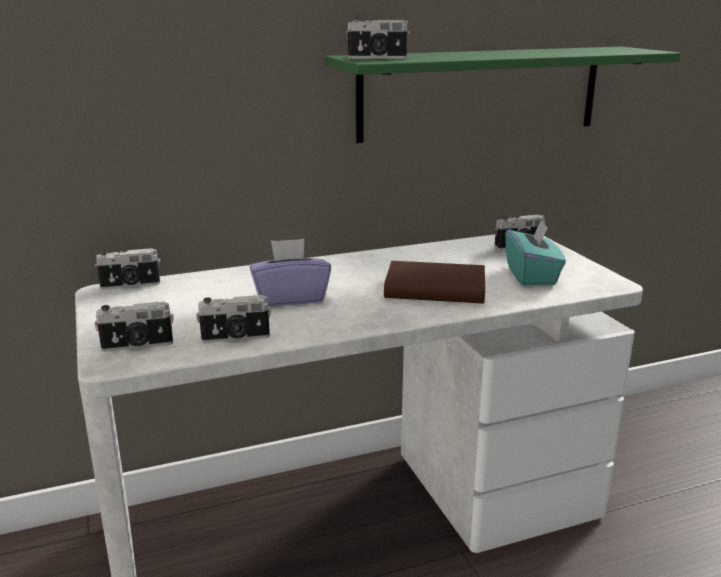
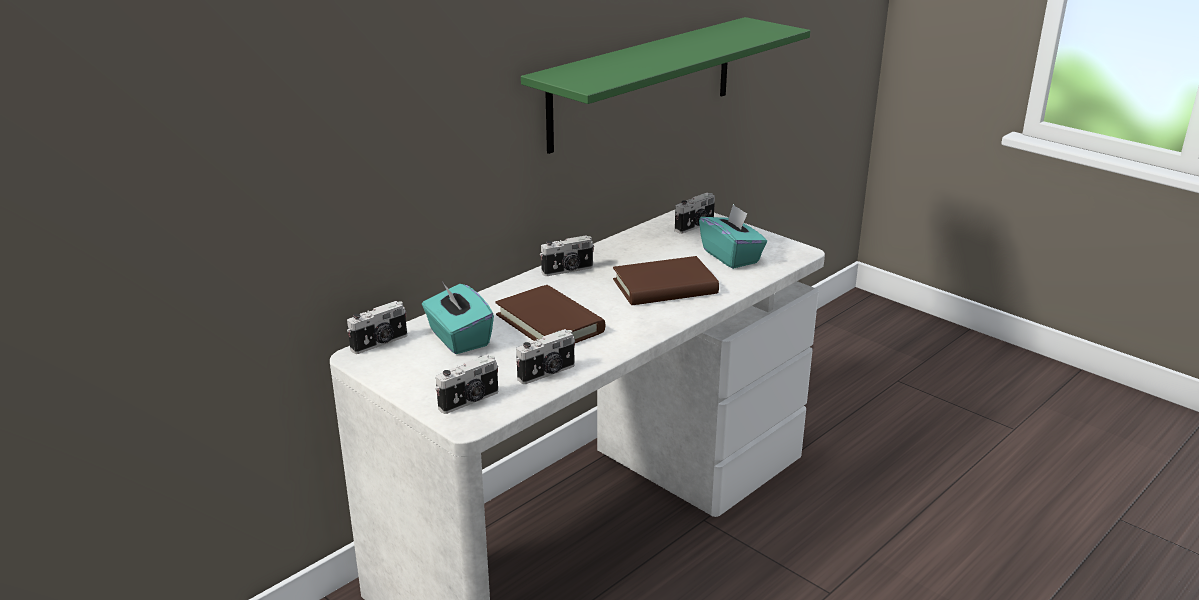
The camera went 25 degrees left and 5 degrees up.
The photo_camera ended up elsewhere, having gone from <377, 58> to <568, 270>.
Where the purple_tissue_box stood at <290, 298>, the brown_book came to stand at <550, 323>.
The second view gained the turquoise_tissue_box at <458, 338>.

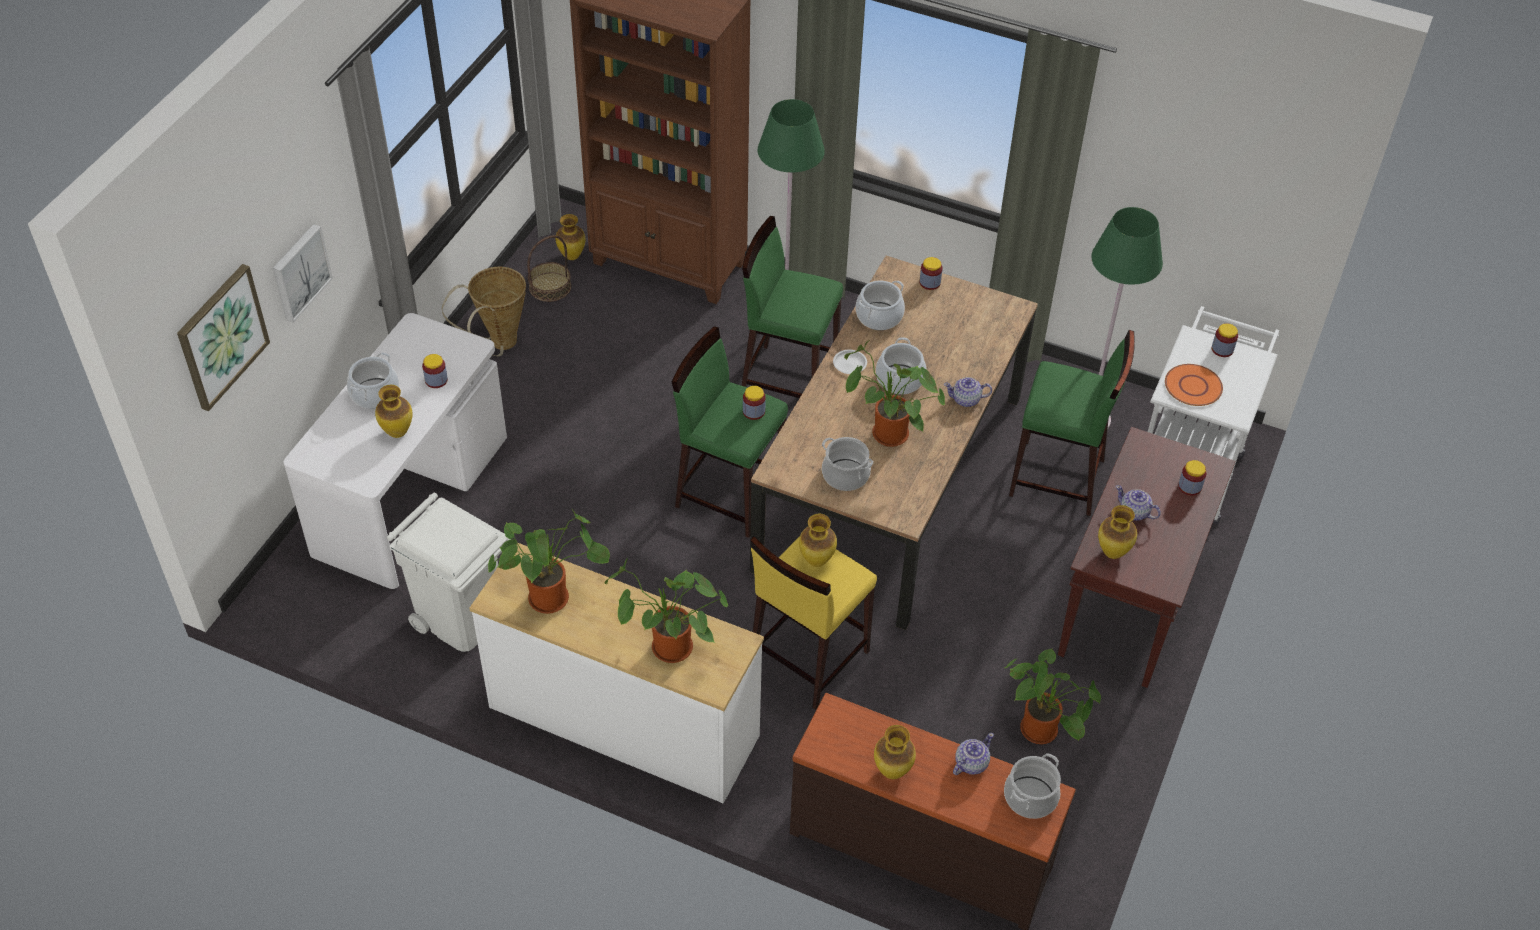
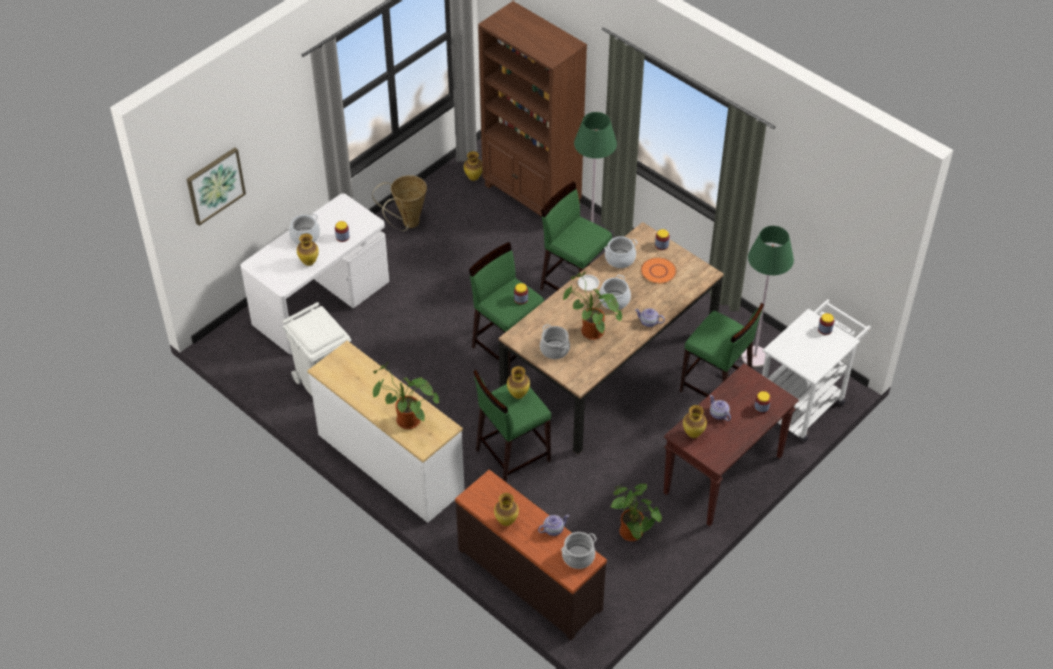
The camera went 20 degrees right and 0 degrees up.
The second view lost the picture at <299, 272>.
The second view lost the basket at <550, 287>.
The orange_plate ended up elsewhere, having gone from <1192, 386> to <658, 271>.
The second view lost the potted_plant at <553, 597>.
What was the yellow_stool at <807, 658> turned into the green_stool at <512, 455>.

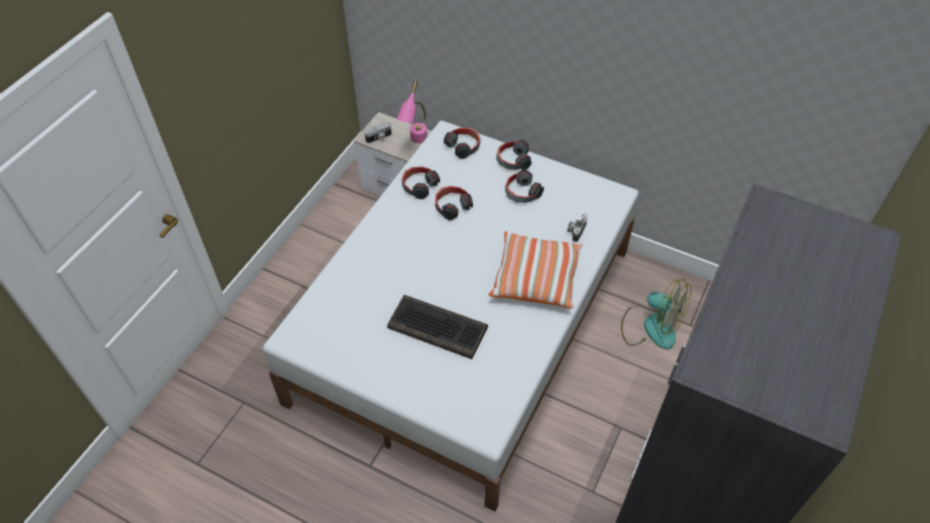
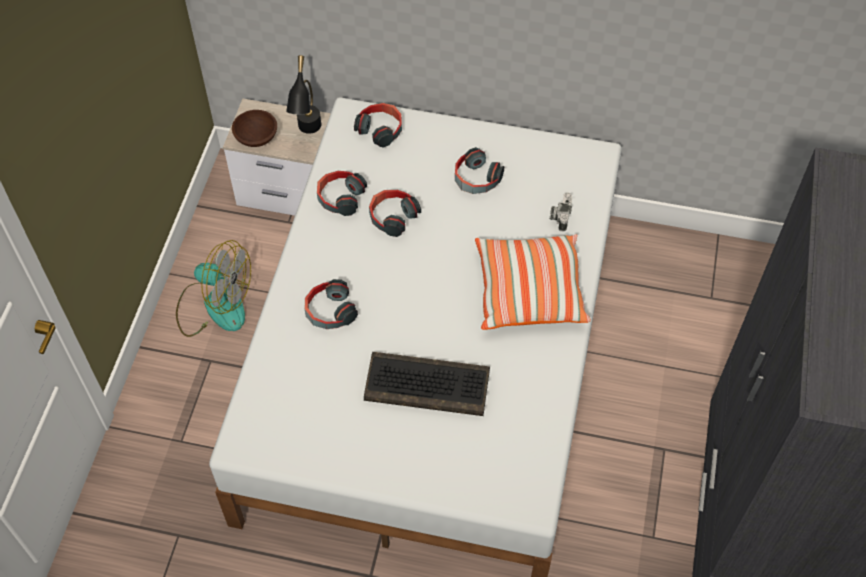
The camera went 15 degrees left and 5 degrees up.
What was the pink_table_lamp at <415, 143> turned into the black_table_lamp at <308, 133>.
Where the photo_camera stood at <379, 138>, the brown_bowl came to stand at <256, 136>.
The headphones ended up elsewhere, having gone from <512, 161> to <329, 311>.
The fan ended up elsewhere, having gone from <651, 326> to <214, 306>.

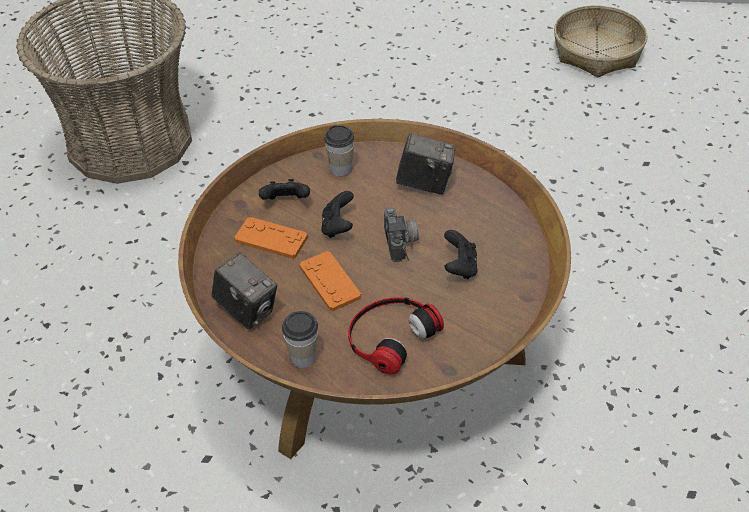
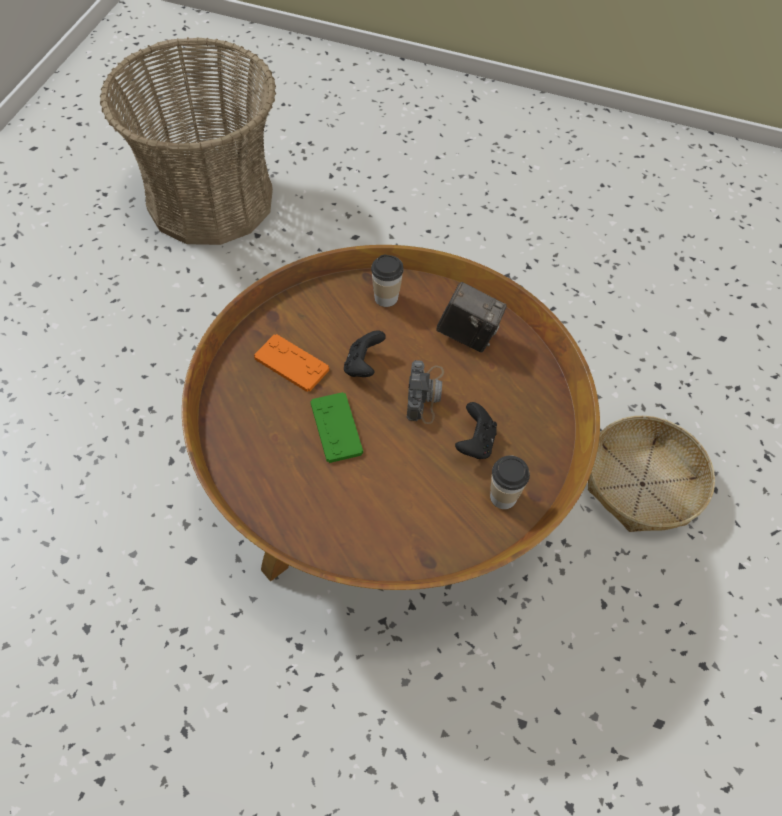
The camera went 10 degrees right and 10 degrees up.
The basket ended up elsewhere, having gone from <596, 52> to <641, 484>.
The second view lost the black_game_controller at <286, 202>.
What was the orange_game_controller at <330, 282> turned into the green_game_controller at <336, 428>.
The second view lost the photo_camera at <247, 309>.
The second view lost the headphones at <390, 335>.
The cup ended up elsewhere, having gone from <303, 357> to <503, 496>.

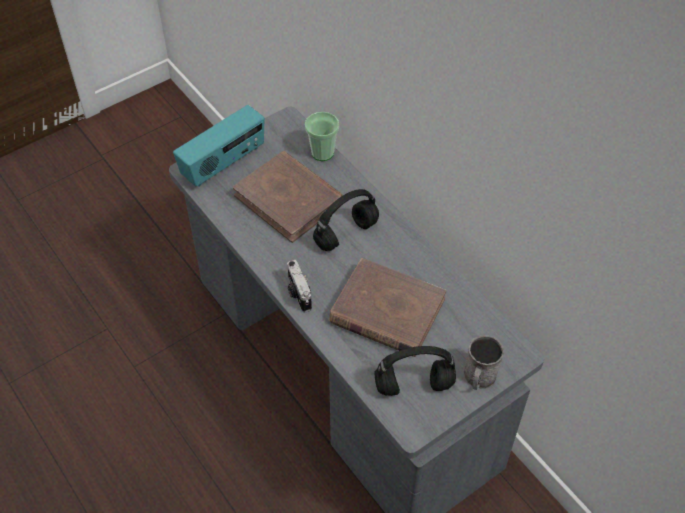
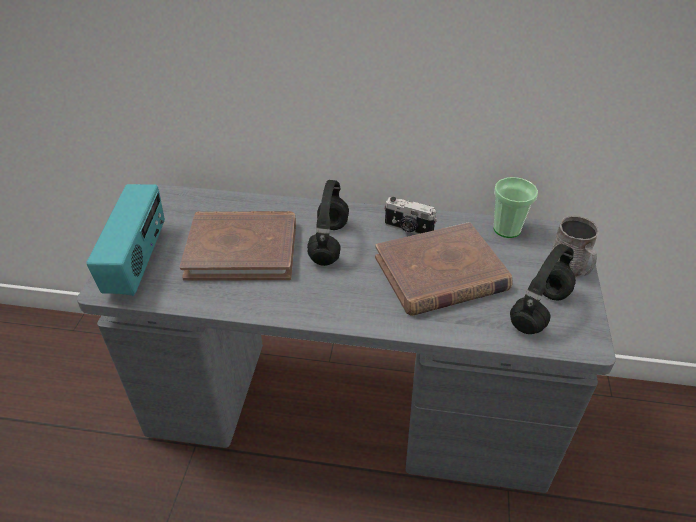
The camera went 45 degrees left and 10 degrees down.
The cup ended up elsewhere, having gone from <322, 153> to <507, 229>.
The photo_camera ended up elsewhere, having gone from <298, 294> to <408, 229>.

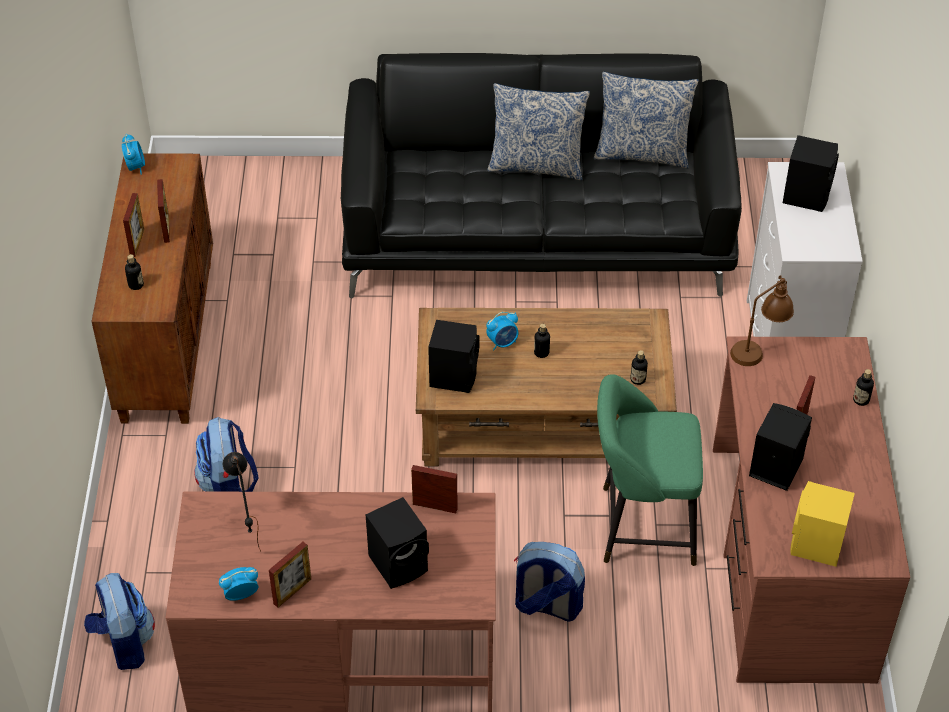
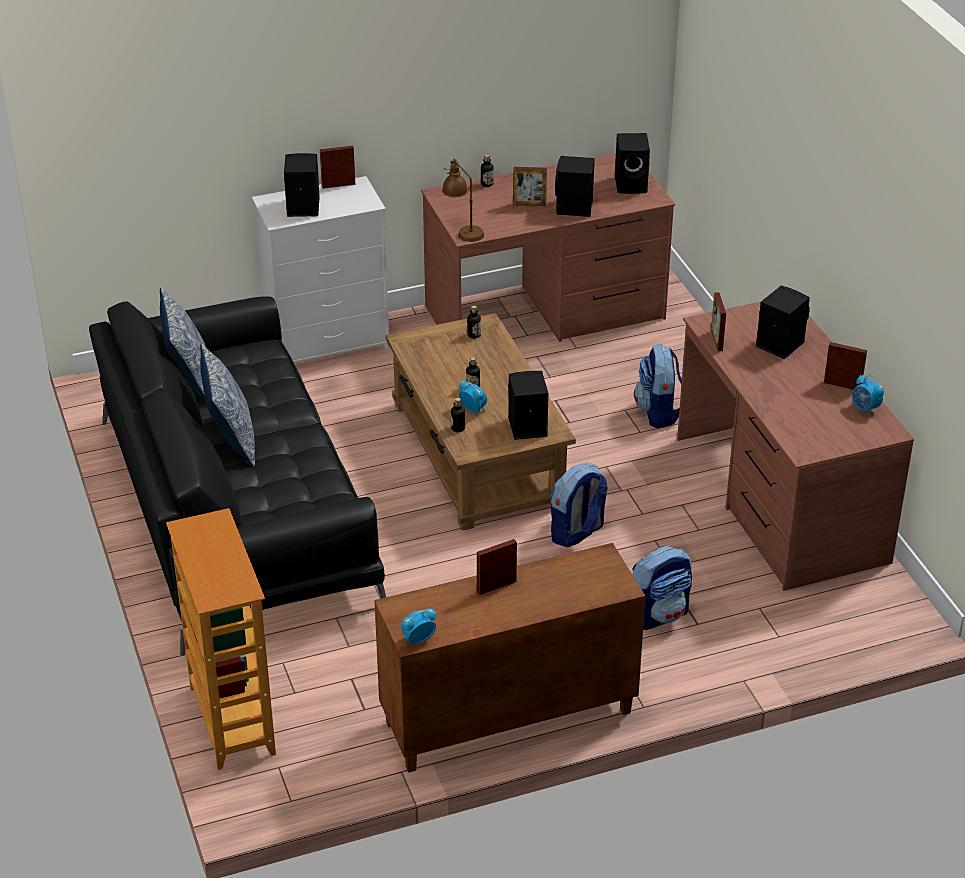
The camera went 110 degrees left and 10 degrees down.
The picture_frame ended up elsewhere, having gone from <137, 242> to <338, 185>.
The bottle ended up elsewhere, having gone from <136, 285> to <458, 428>.
The second view lost the green_stool at <641, 525>.
The second view lost the black_table_lamp at <247, 533>.
What was the yellow_speaker at <816, 546> turned into the black_speaker at <632, 184>.
The backpack ended up elsewhere, having gone from <124, 643> to <577, 533>.
The second view gained the bookcase at <230, 721>.

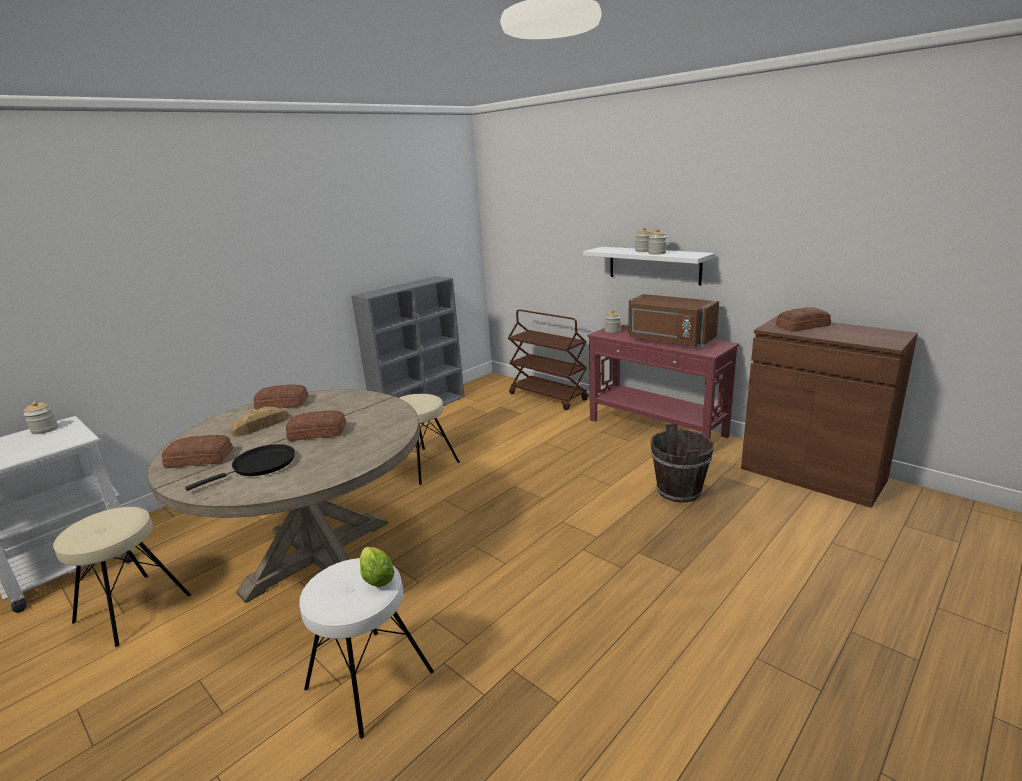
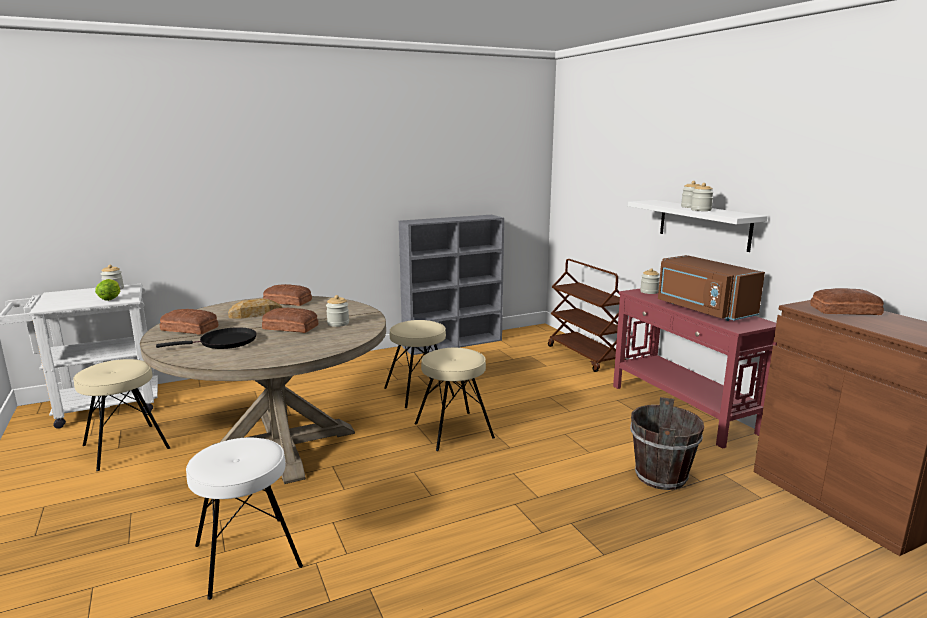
The camera went 20 degrees right and 5 degrees down.
The lettuce ended up elsewhere, having gone from <376, 577> to <111, 298>.
The second view gained the jar at <338, 323>.
The second view gained the beige_stool at <453, 430>.

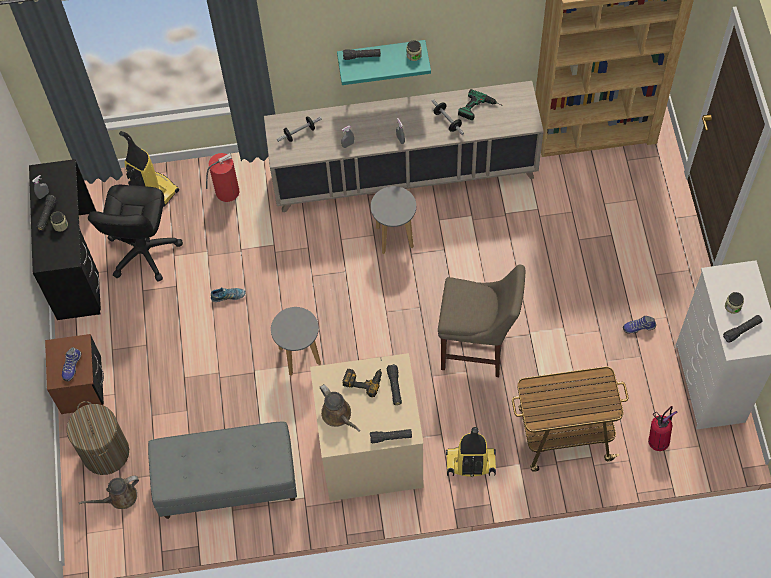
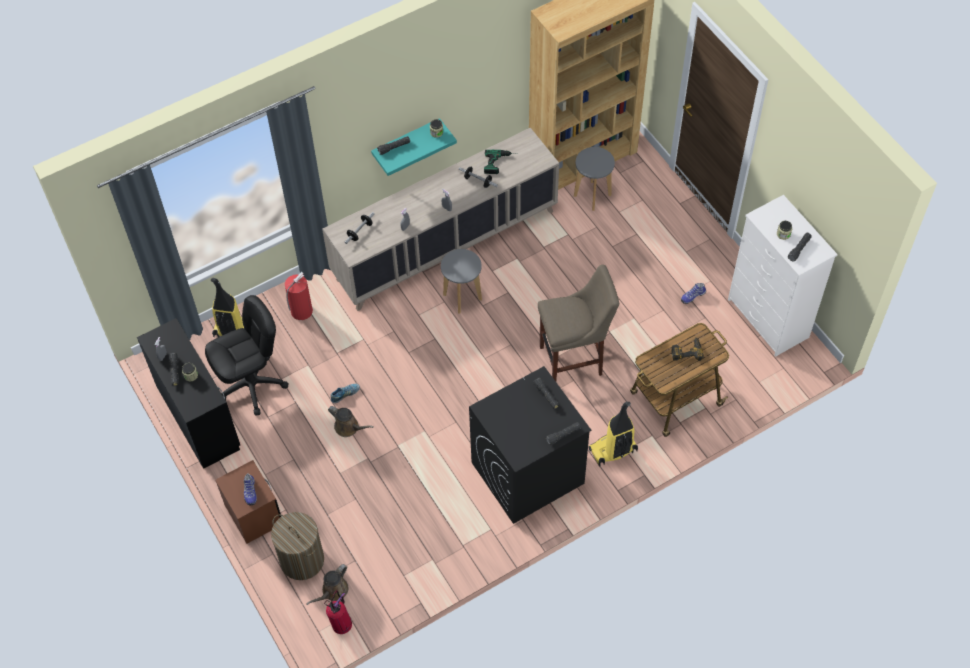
The camera went 25 degrees left and 5 degrees down.
The black_office_chair at <143, 251> ended up facing another way, 105 degrees counterclockwise from before.
The grey_stool ended up elsewhere, having gone from <299, 356> to <592, 196>.
What was the beige_washing_machine at <369, 453> turned into the black_washing_machine at <527, 473>.
The power_drill ended up elsewhere, having gone from <363, 380> to <686, 351>.
The brown_watering_can ended up elsewhere, having gone from <338, 415> to <349, 427>.
The fire_extinguisher ended up elsewhere, having gone from <658, 440> to <341, 624>.
The second view lost the grey_bench at <227, 483>.

